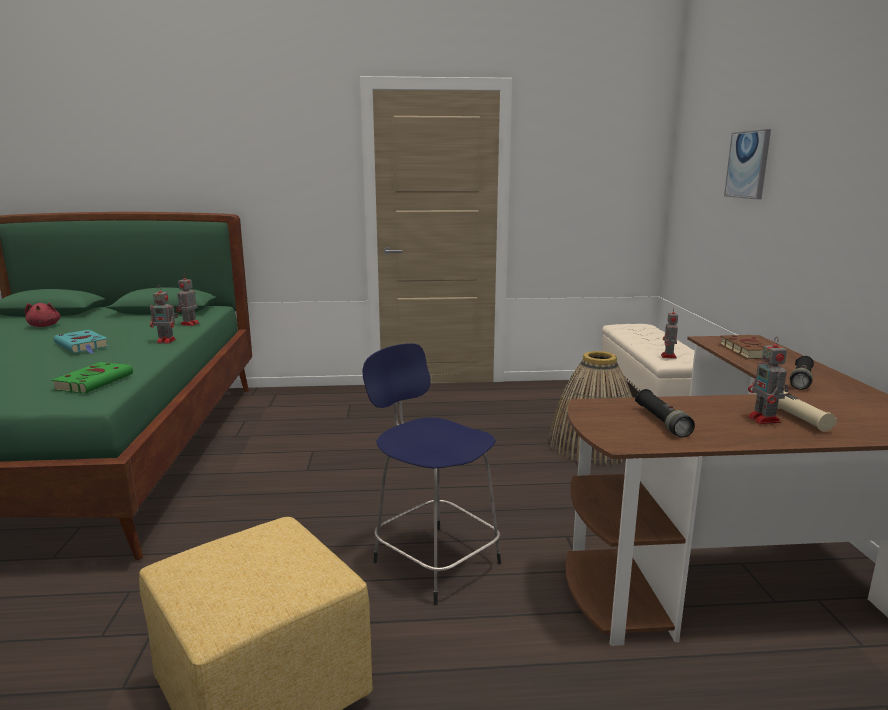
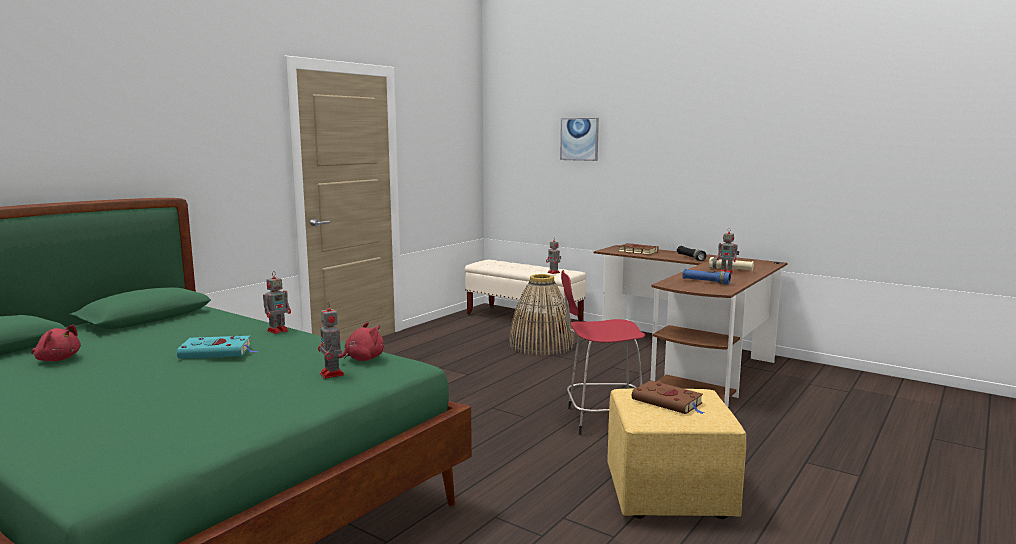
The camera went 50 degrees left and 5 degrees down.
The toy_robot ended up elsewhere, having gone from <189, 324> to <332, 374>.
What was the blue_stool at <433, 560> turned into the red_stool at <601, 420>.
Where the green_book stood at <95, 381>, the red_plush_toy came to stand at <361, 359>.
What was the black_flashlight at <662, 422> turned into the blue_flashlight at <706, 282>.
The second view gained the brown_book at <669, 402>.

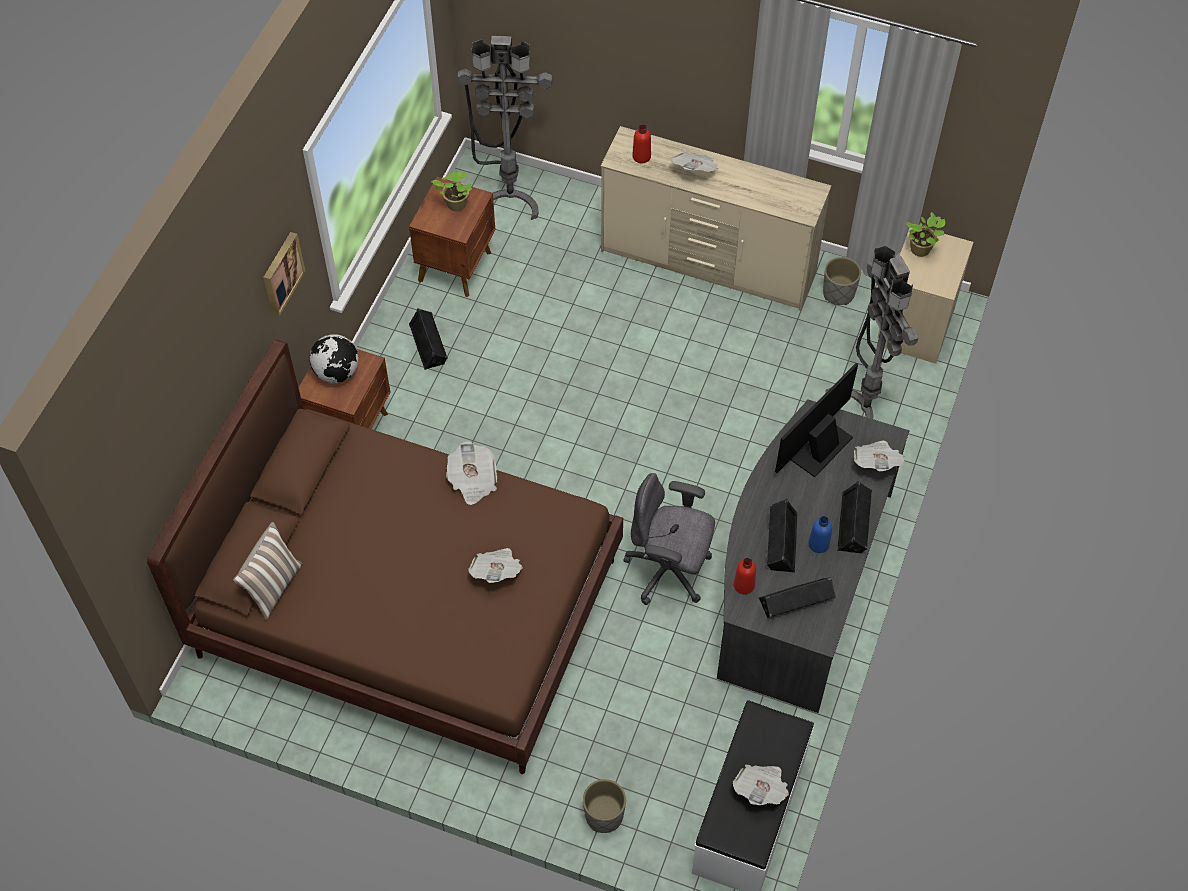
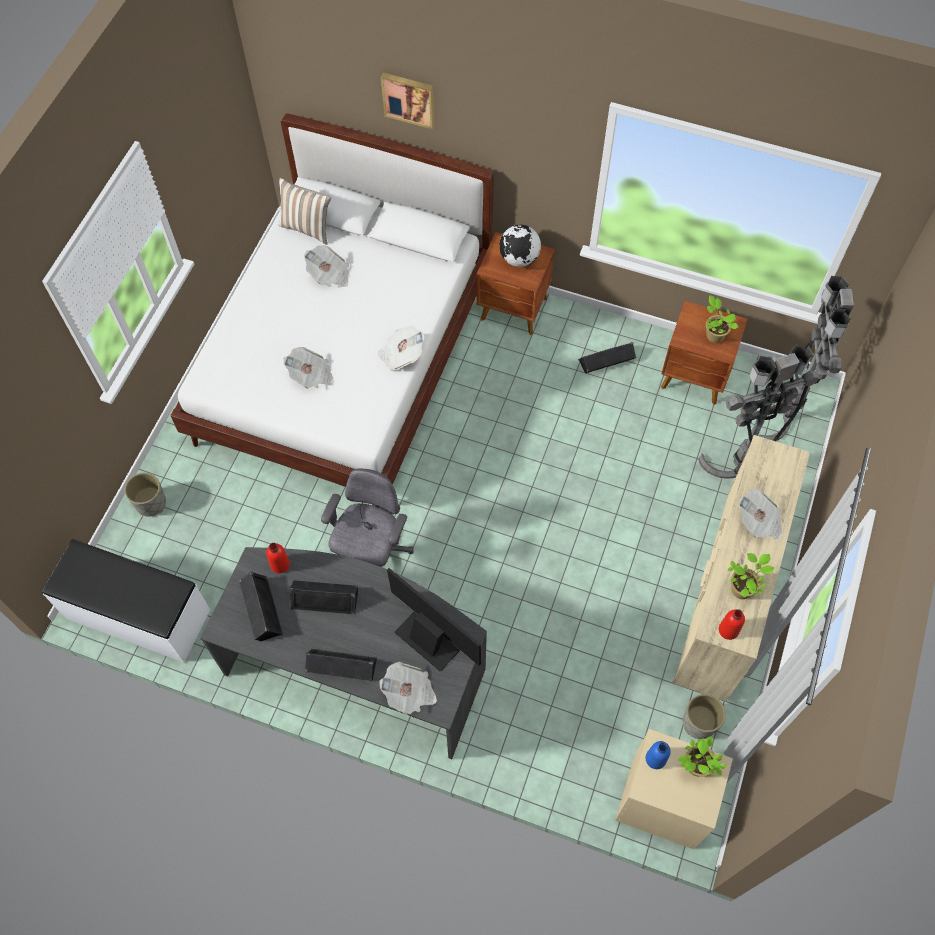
The camera went 90 degrees right and 5 degrees up.
The red_bottle ended up elsewhere, having gone from <641, 156> to <728, 630>.
The picture ended up elsewhere, having gone from <281, 273> to <409, 99>.
The grey_floor_lamp ended up elsewhere, having gone from <861, 409> to <734, 470>.
What was the brown_bed at <409, 607> turned into the white_bed at <345, 361>.
The blue_bottle ended up elsewhere, having gone from <818, 544> to <655, 759>.
The newspaper ended up elsewhere, having gone from <761, 789> to <329, 275>.
The second view gained the potted_plant at <742, 588>.

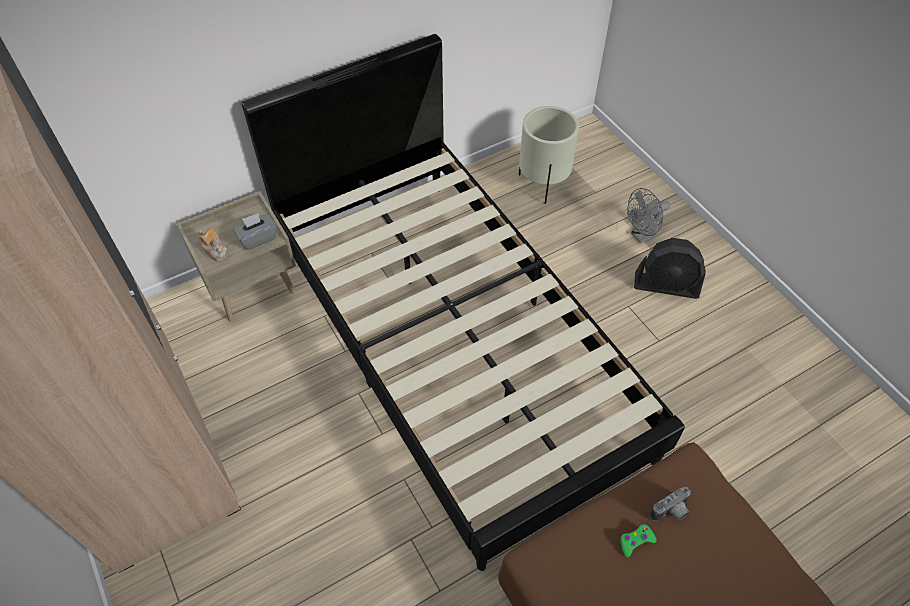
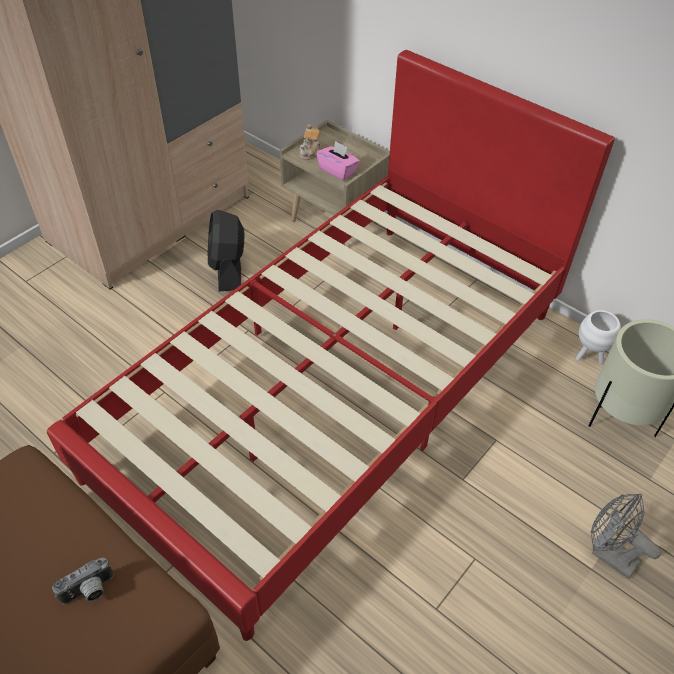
The camera went 70 degrees right and 5 degrees down.
What was the black_bed at <454, 344> turned into the red_bed at <336, 390>.
What was the grey_tissue_box at <257, 238> turned into the pink_tissue_box at <338, 171>.
The black_fan ended up elsewhere, having gone from <666, 286> to <228, 268>.
The photo_camera at <671, 512> ended up facing another way, 75 degrees counterclockwise from before.
The second view lost the green_game_controller at <635, 541>.
The second view gained the white_planter at <589, 356>.

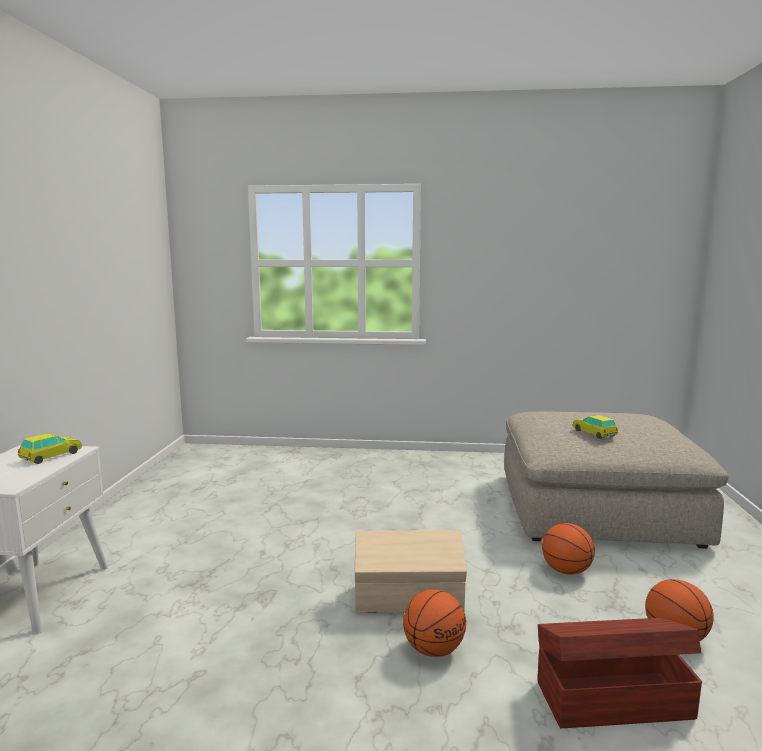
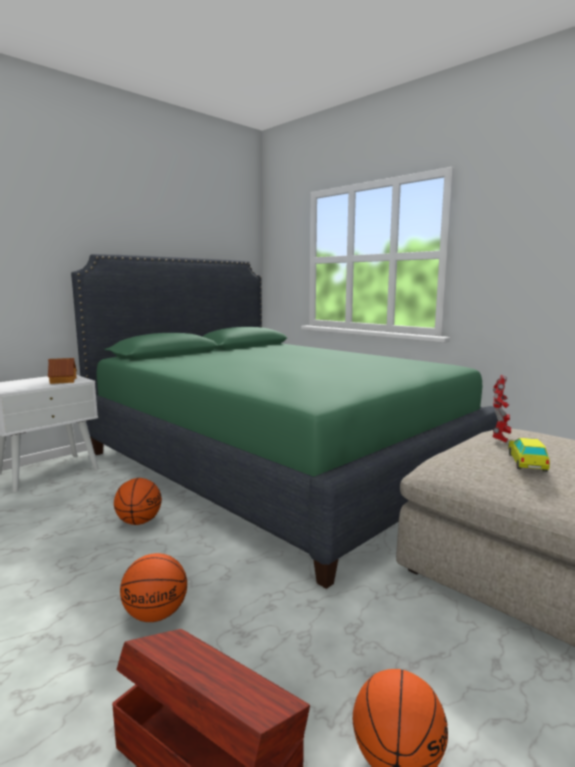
The camera went 40 degrees right and 0 degrees up.
Where the toy_car stood at <51, 456>, the toy_house came to stand at <62, 381>.
The basketball ended up elsewhere, having gone from <565, 571> to <139, 521>.
The second view lost the beige_storage_box at <409, 599>.
The second view gained the green_bed at <276, 465>.
The second view gained the toy_robot at <500, 438>.

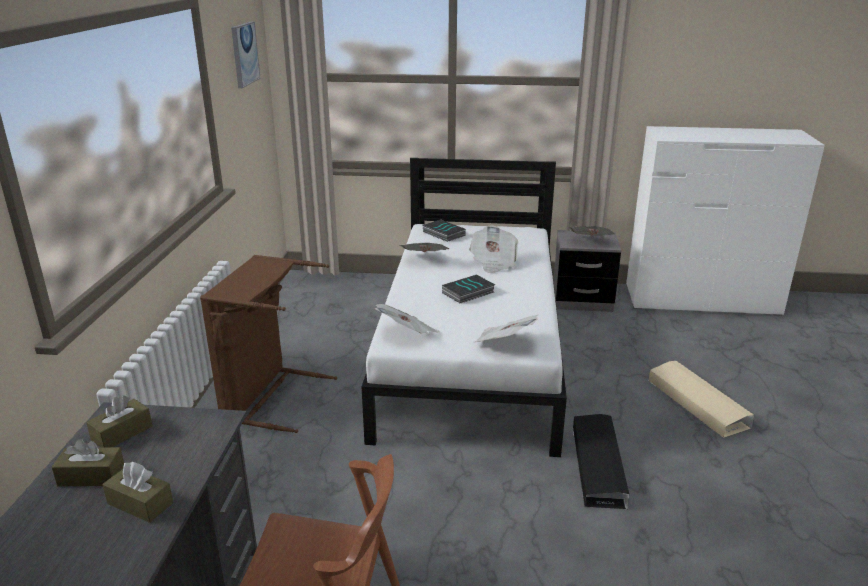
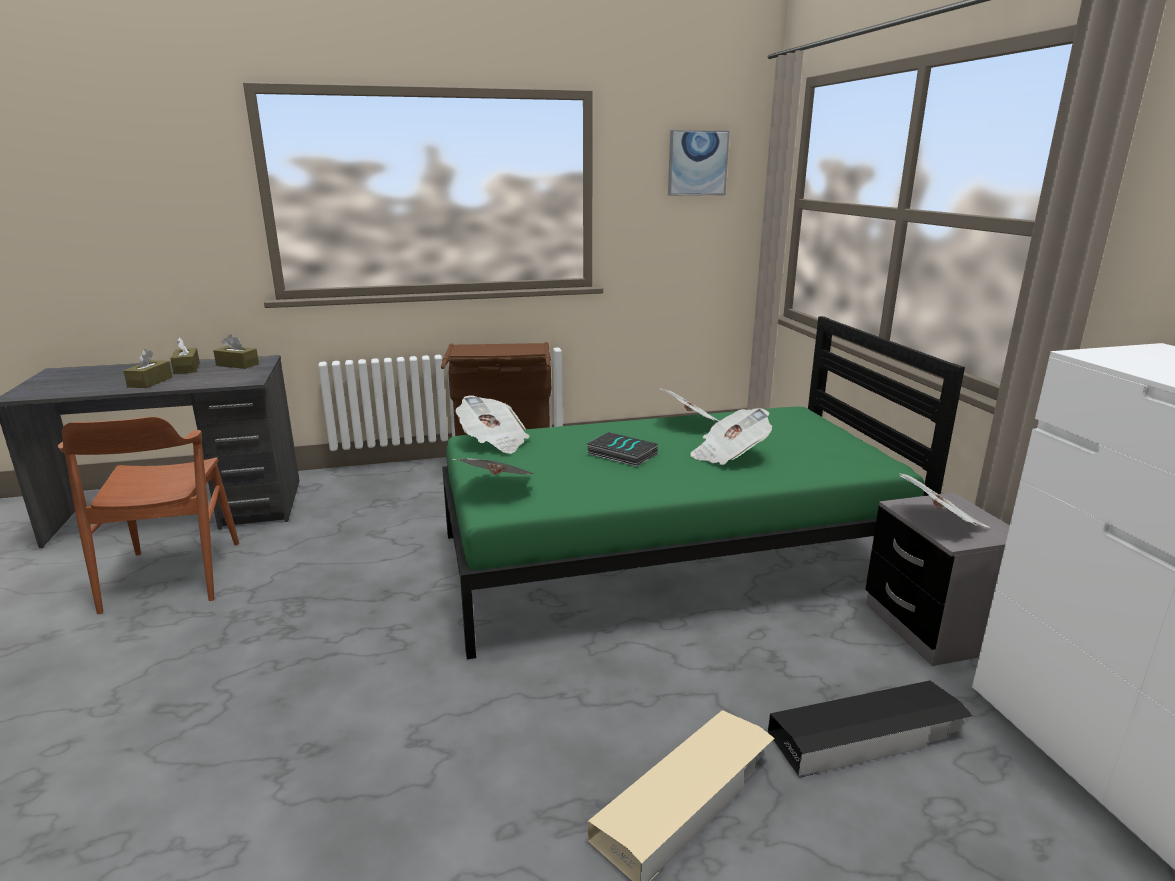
The camera went 70 degrees right and 5 degrees down.
What was the white_bed at <472, 353> turned into the green_bed at <669, 559>.
The second view lost the book at <443, 233>.
The black_storage_box ended up elsewhere, having gone from <598, 465> to <867, 736>.

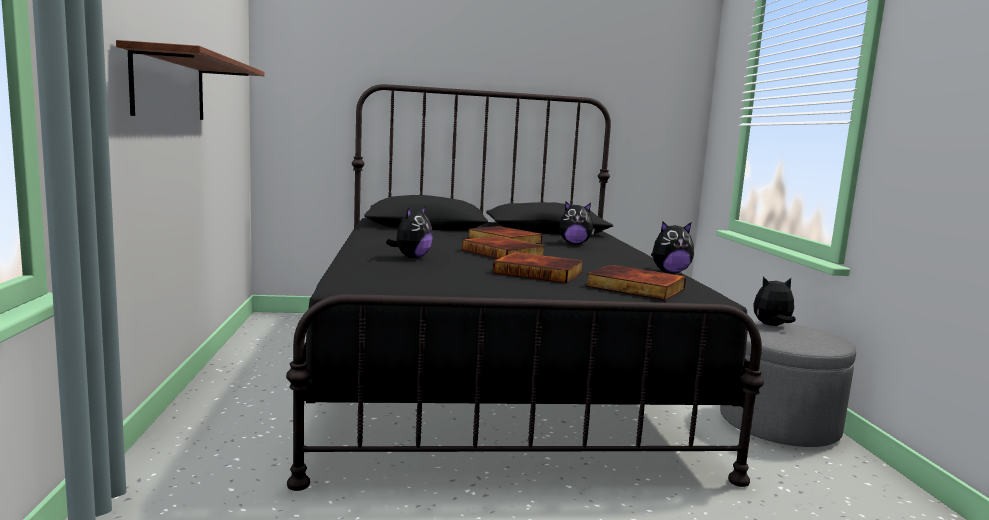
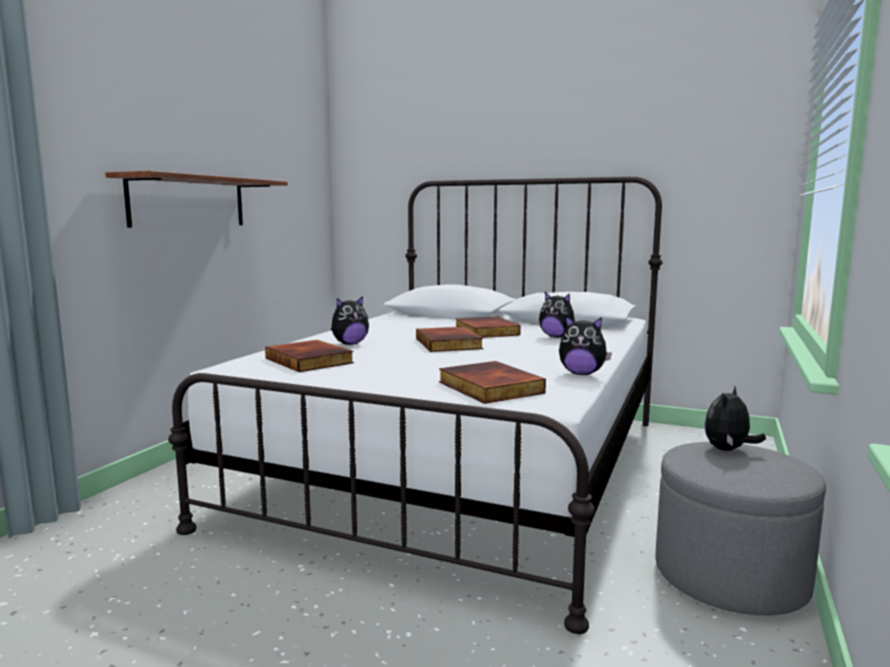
The camera went 30 degrees right and 0 degrees up.
What was the black_bed at <494, 377> turned into the white_bed at <463, 467>.
The book ended up elsewhere, having gone from <539, 272> to <311, 360>.
The plush_toy at <772, 326> ended up facing another way, 75 degrees counterclockwise from before.

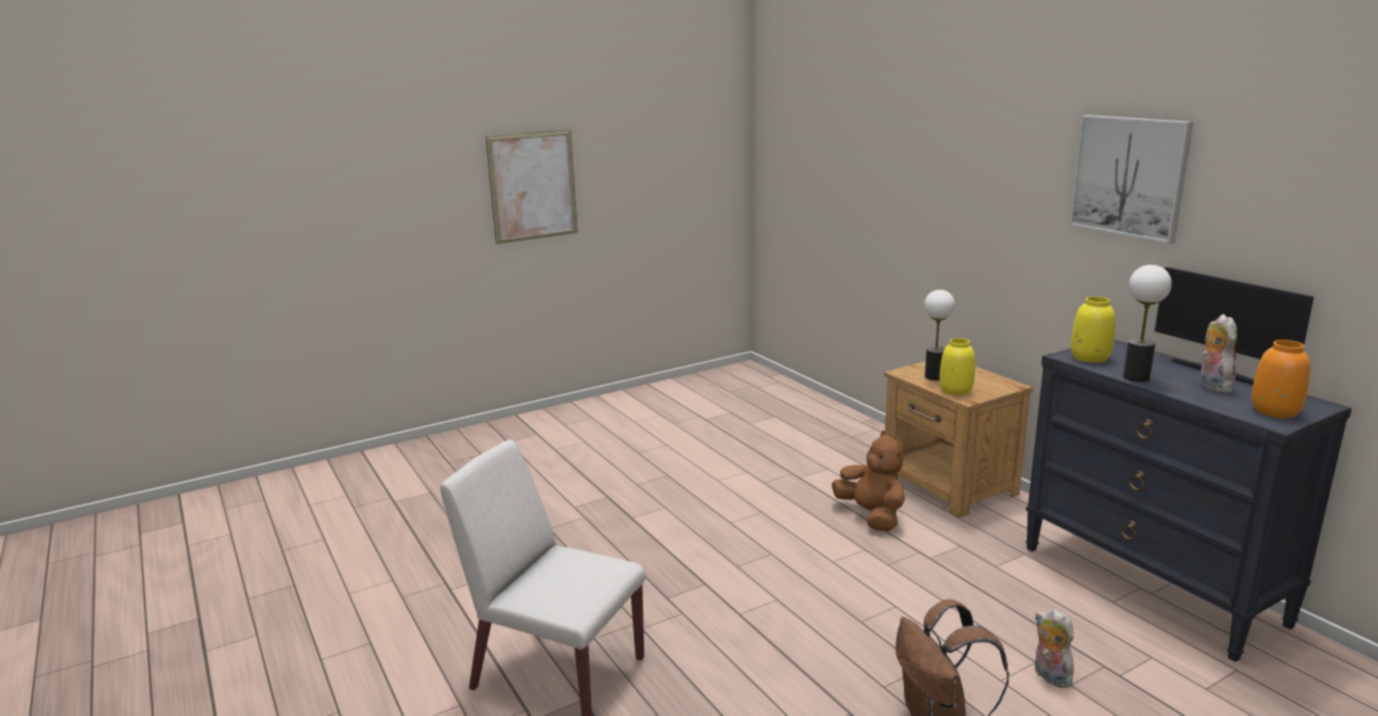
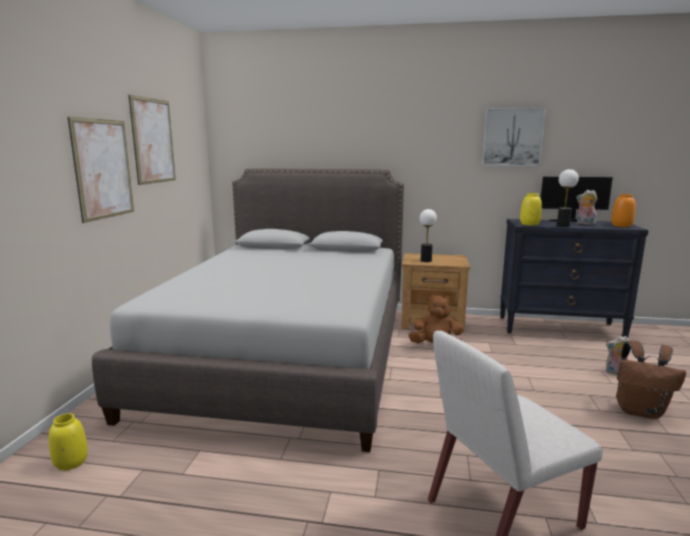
The camera went 50 degrees left and 5 degrees down.
The yellow_vase ended up elsewhere, having gone from <955, 390> to <70, 463>.
The second view gained the picture at <153, 141>.
The second view gained the grey_bed at <288, 354>.

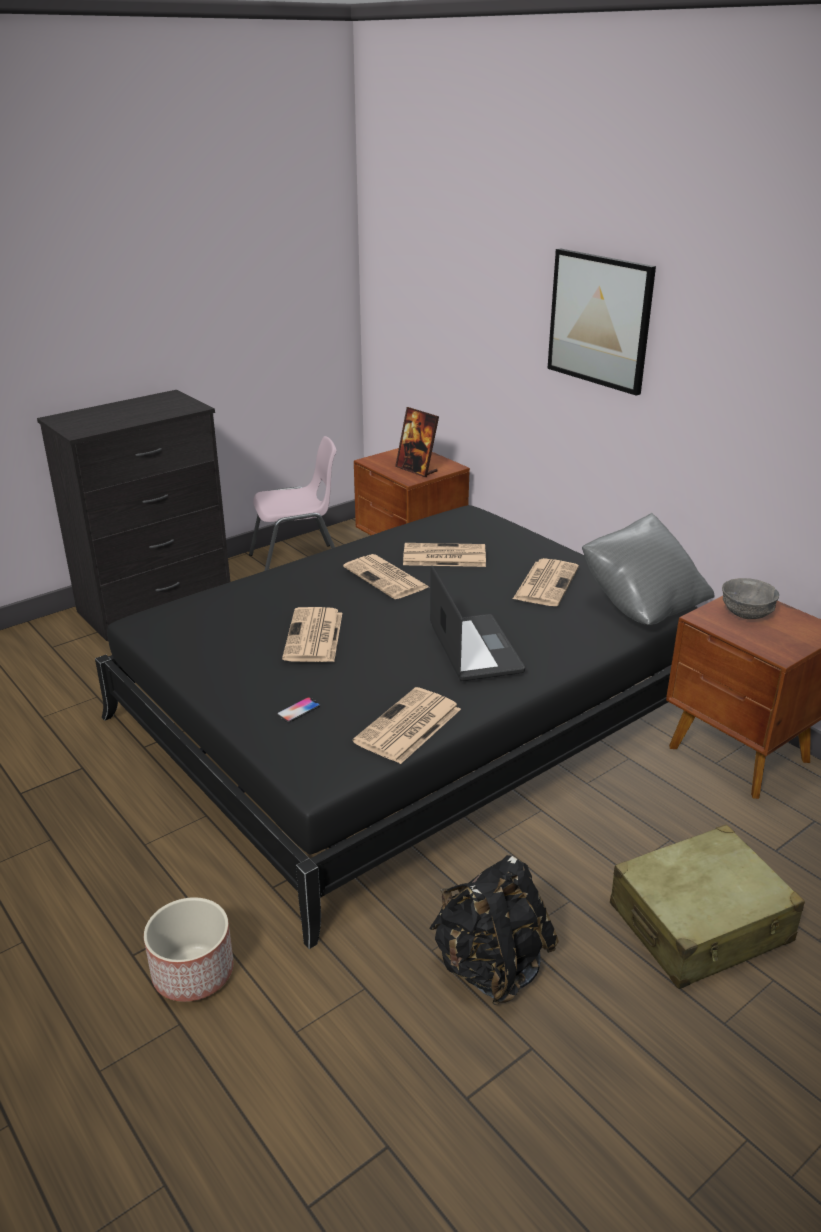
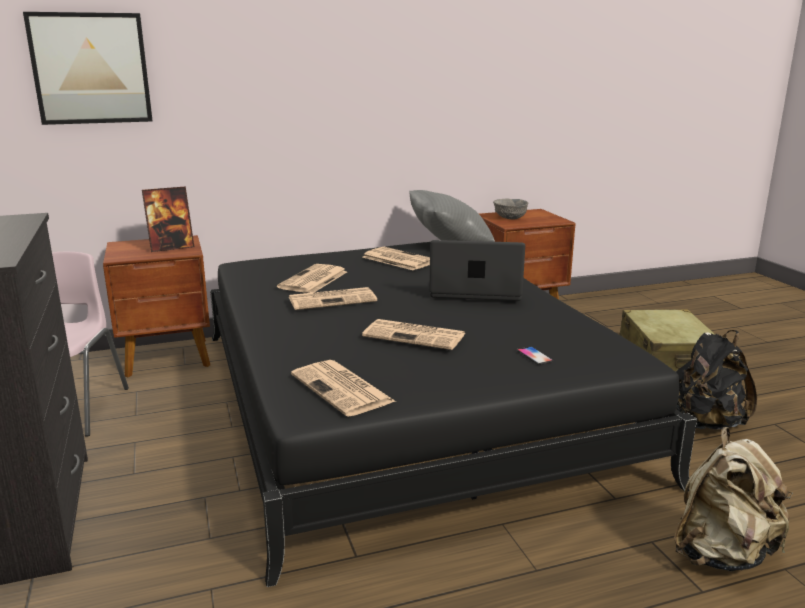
The camera went 70 degrees left and 10 degrees down.
The picture ended up elsewhere, having gone from <600, 320> to <91, 69>.
The newspaper ended up elsewhere, having gone from <408, 727> to <343, 389>.
Where the planter stood at <194, 972>, the beige_backpack came to stand at <722, 554>.

